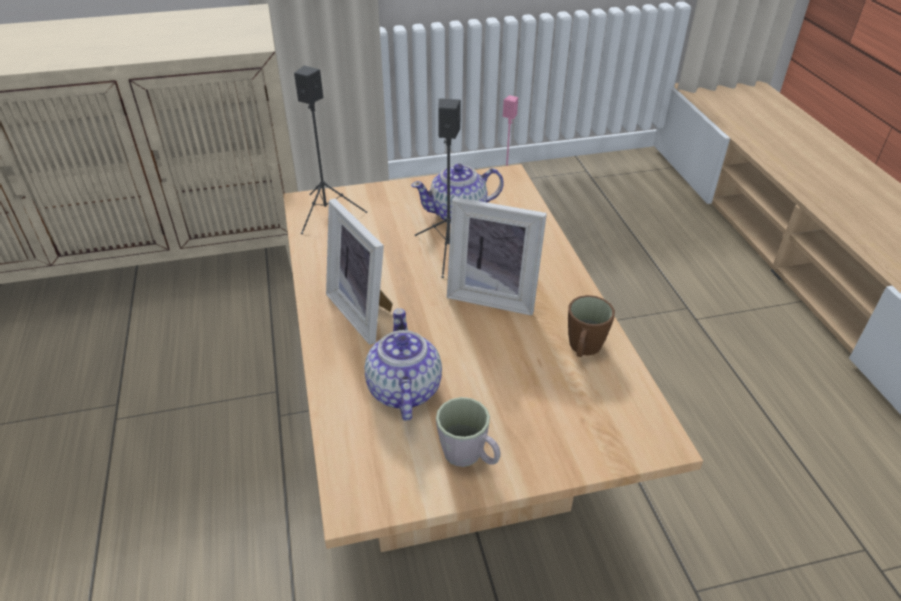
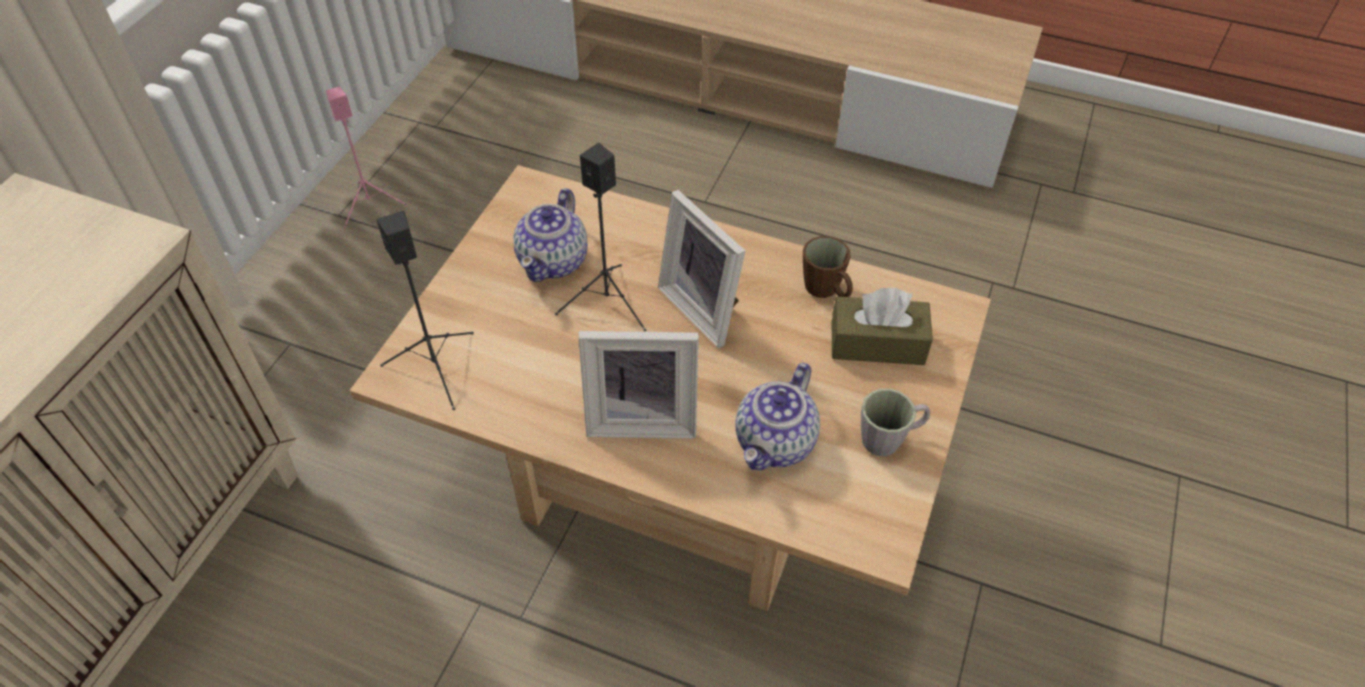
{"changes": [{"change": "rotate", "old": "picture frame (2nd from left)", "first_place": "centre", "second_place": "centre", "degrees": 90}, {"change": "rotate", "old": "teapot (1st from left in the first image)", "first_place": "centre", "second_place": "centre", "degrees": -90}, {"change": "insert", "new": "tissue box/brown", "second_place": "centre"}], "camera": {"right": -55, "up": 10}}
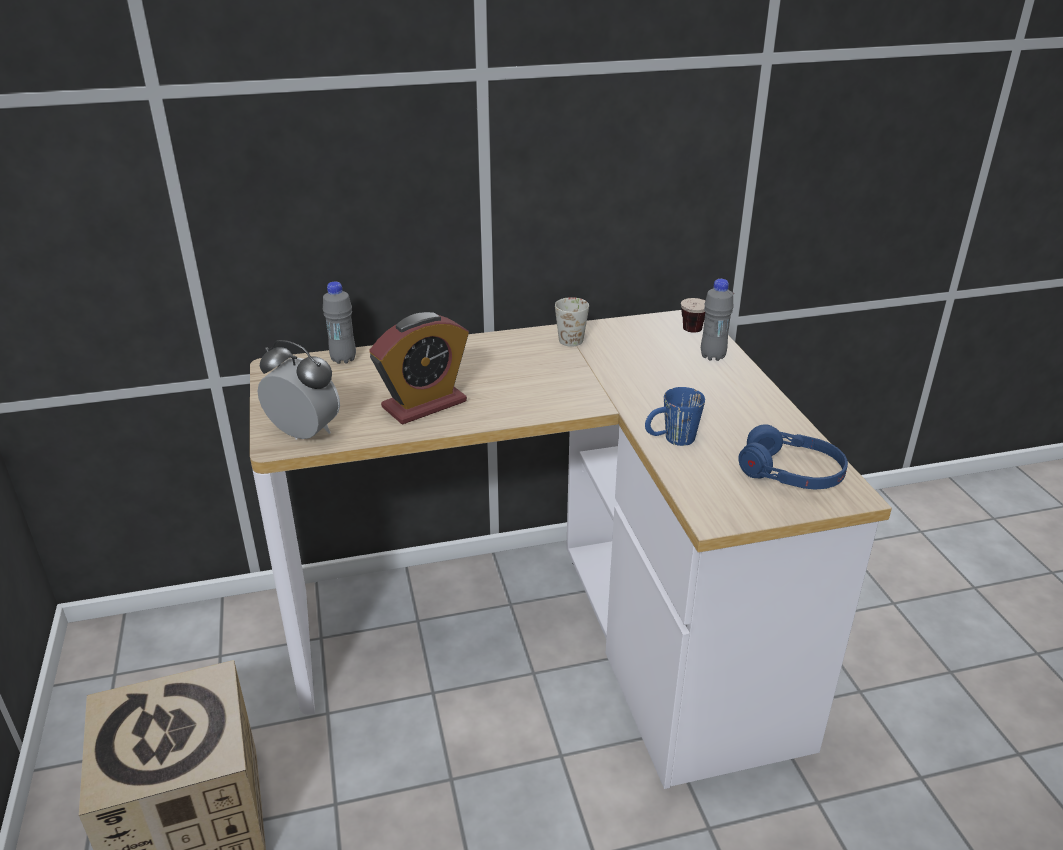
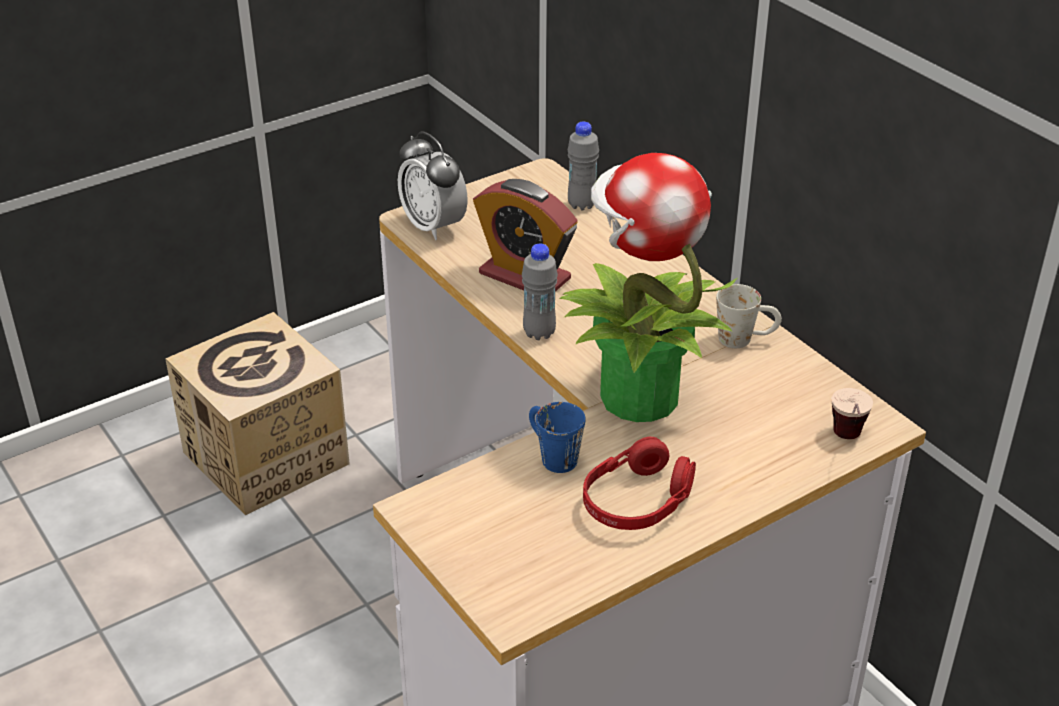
{"changes": [{"change": "rotate", "old": "alarm clock (1st from left)", "first_place": "middle left", "second_place": "top centre", "degrees": 135}, {"change": "move", "old": "bottle/grey (2nd from left in the first image)", "new": "bottle/grey (1st from left)", "first_place": "middle right", "second_place": "centre"}, {"change": "insert", "new": "potted plant", "second_place": "centre"}, {"change": "insert", "new": "headphones/red", "second_place": "bottom centre"}, {"change": "delete", "old": "headphones/blue", "first_place": "middle right"}], "camera": {"right": 70, "up": 5}}
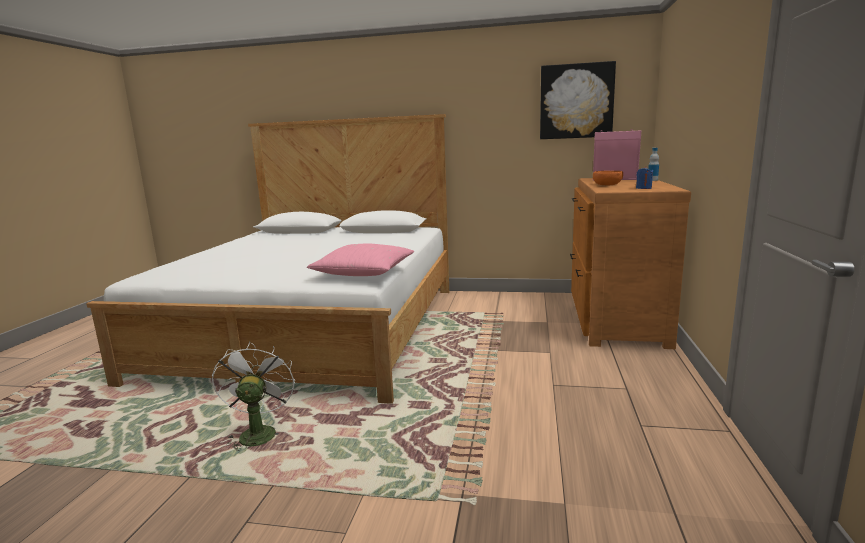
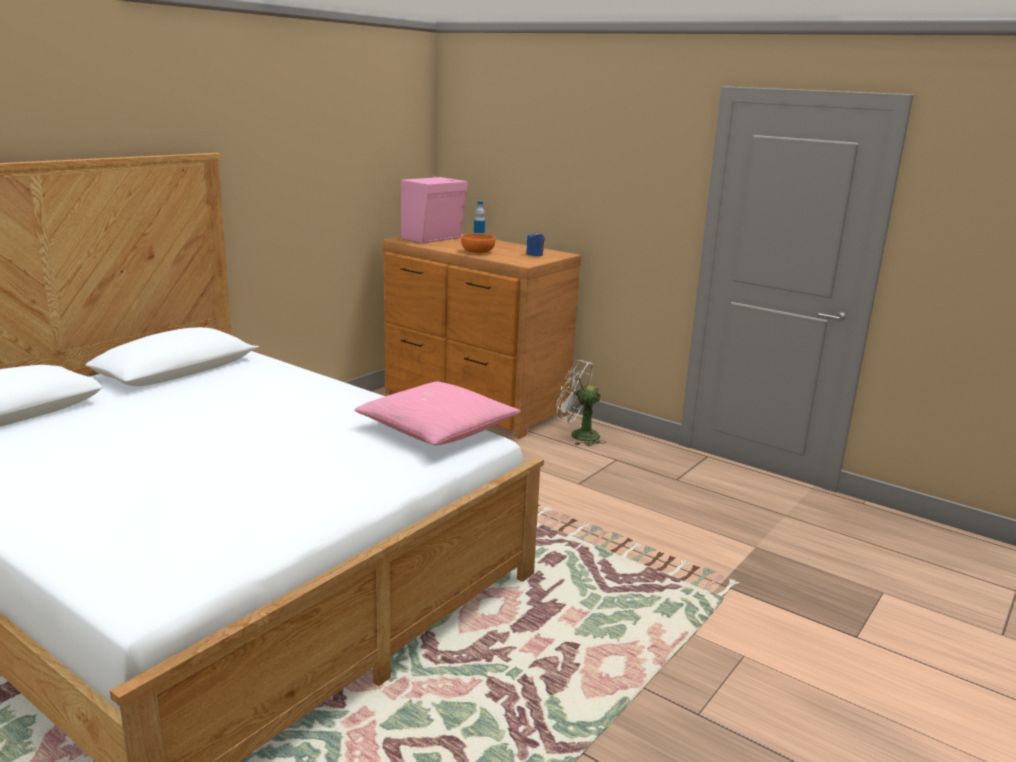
{"changes": [{"change": "move", "old": "fan/white", "first_place": "bottom left", "second_place": "centre"}, {"change": "delete", "old": "picture", "first_place": "top right"}], "camera": {"right": -65, "up": 5}}
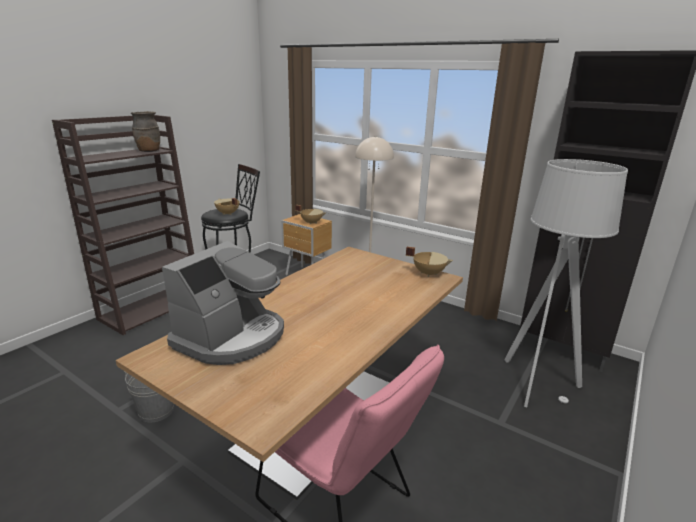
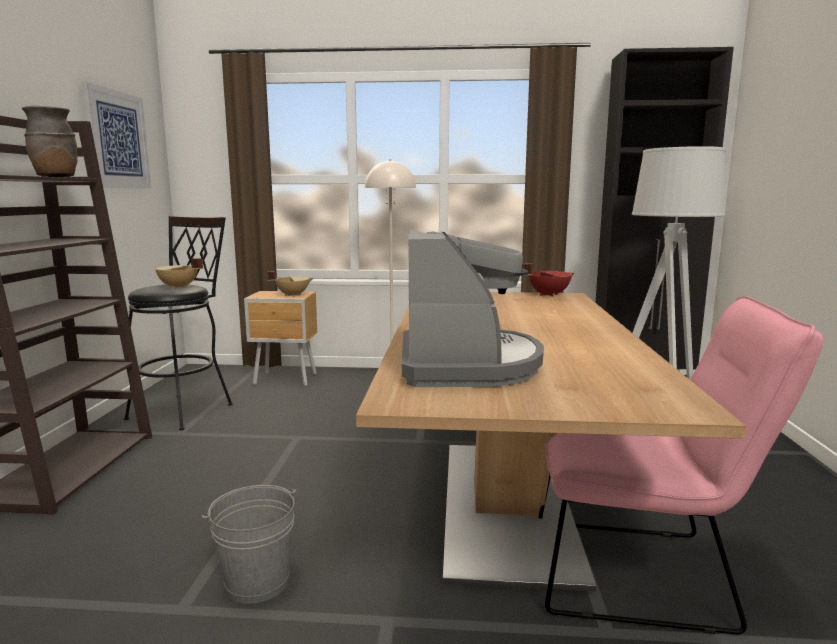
{"changes": [{"change": "insert", "new": "picture", "second_place": "top left"}, {"change": "recolor", "old": "cooking pot/beige (3rd from left)", "new": "cooking pot/red", "first_place": "centre", "second_place": "centre"}], "camera": {"right": -30, "up": -10}}
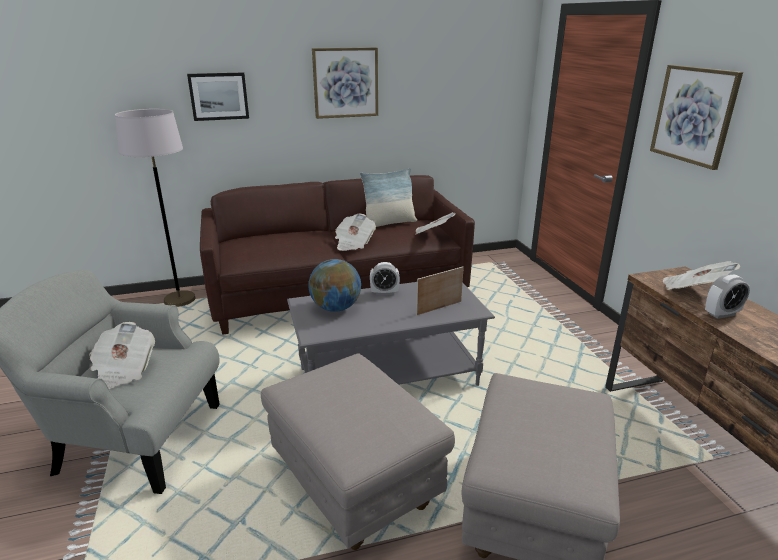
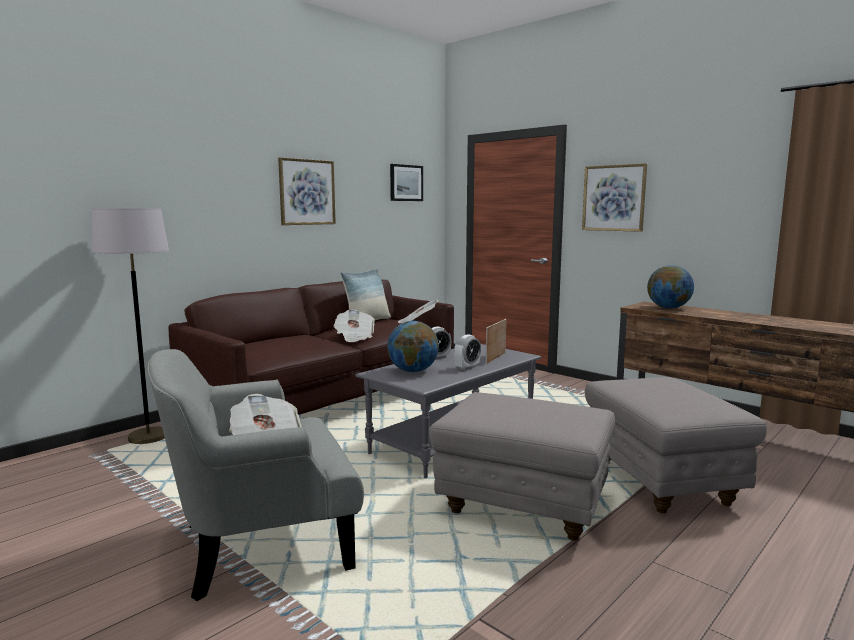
{"changes": [{"change": "move", "old": "picture (1st from left in the first image)", "new": "picture (2nd from left)", "first_place": "top left", "second_place": "top centre"}, {"change": "move", "old": "alarm clock (2nd from left)", "first_place": "middle right", "second_place": "centre"}, {"change": "replace", "old": "newspaper (4th from left)", "new": "globe (2nd from left)", "first_place": "middle right", "second_place": "middle right"}], "camera": {"right": -30, "up": -15}}
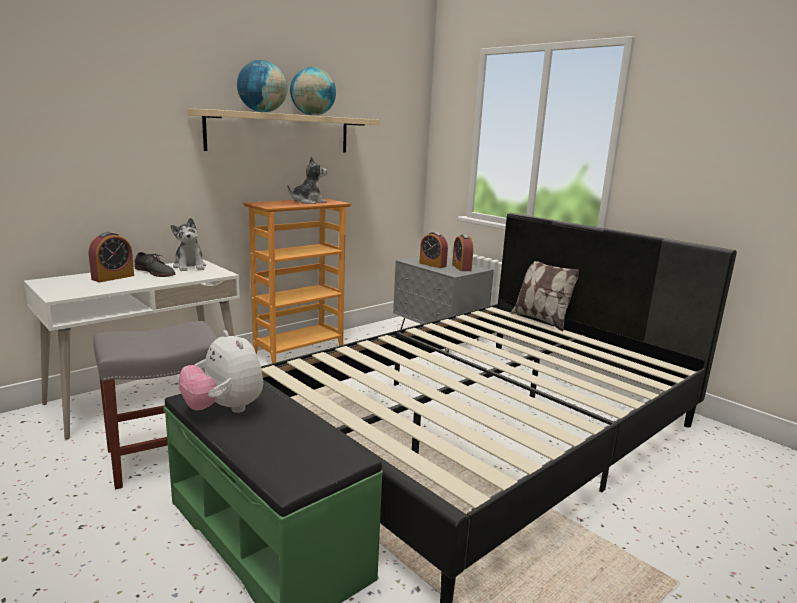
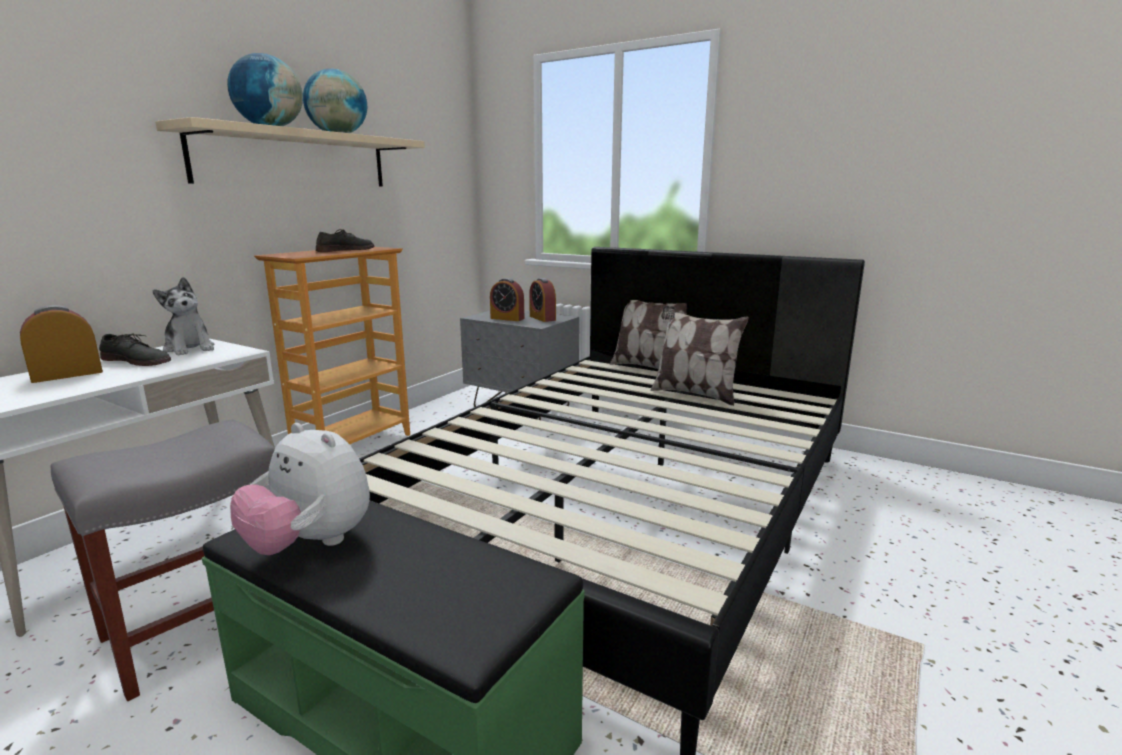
{"changes": [{"change": "rotate", "old": "alarm clock (1st from left)", "first_place": "middle left", "second_place": "middle left", "degrees": -150}, {"change": "replace", "old": "plush toy (3rd from left)", "new": "shoe/grey (2nd from left)", "first_place": "top centre", "second_place": "top left"}, {"change": "insert", "new": "pillow (2nd from left)", "second_place": "centre"}], "camera": {"right": -15, "up": 0}}
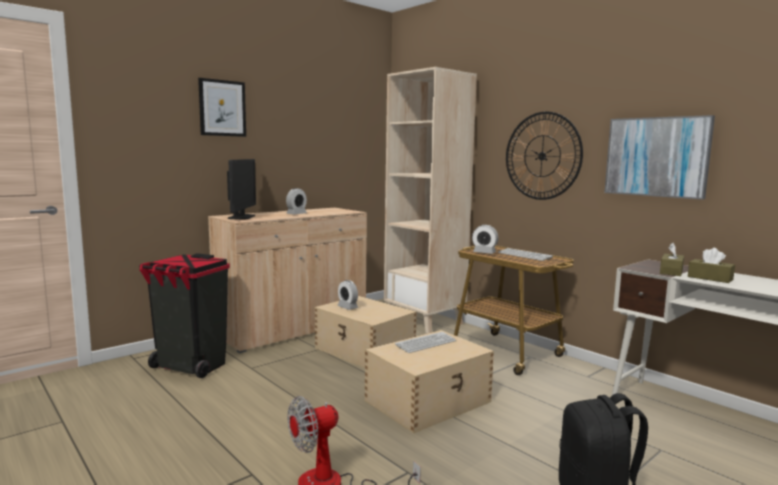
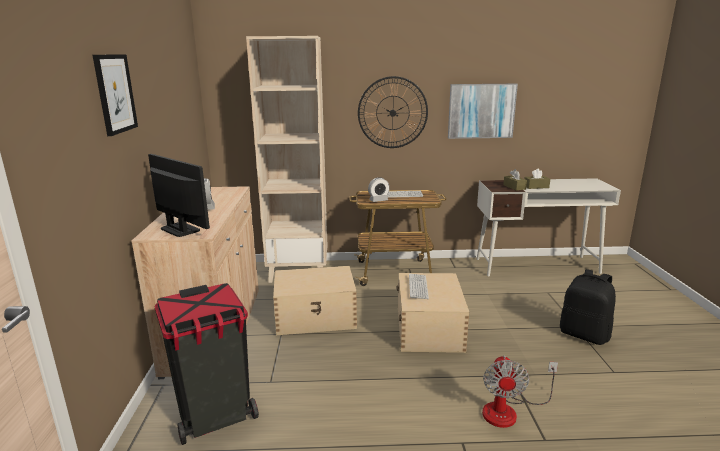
{"changes": [{"change": "delete", "old": "alarm clock (2nd from left)", "first_place": "centre"}], "camera": {"right": -50, "up": 10}}
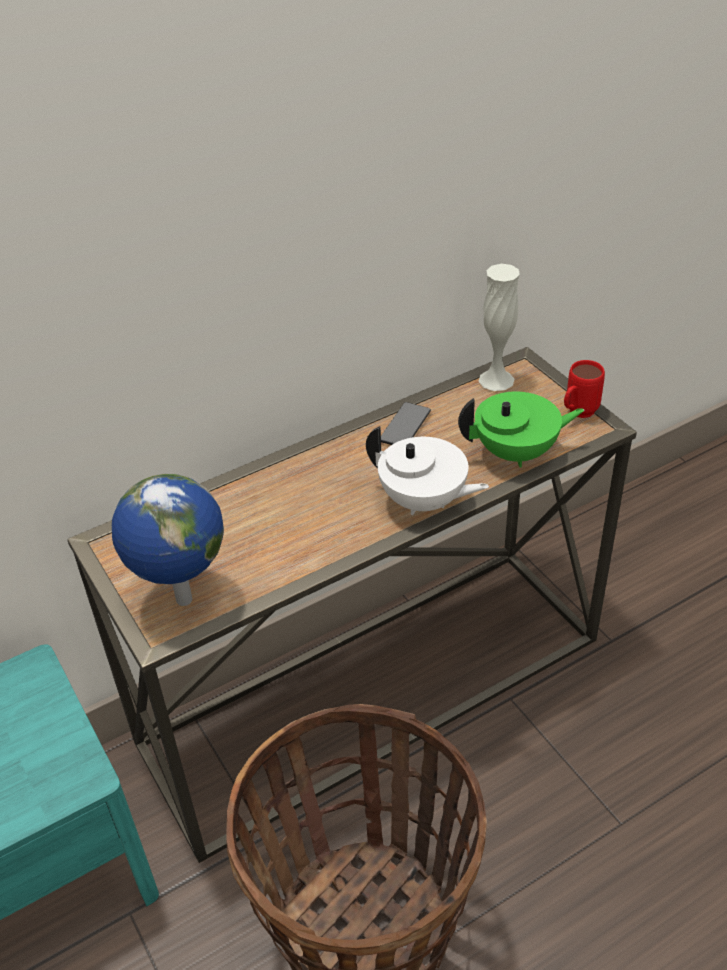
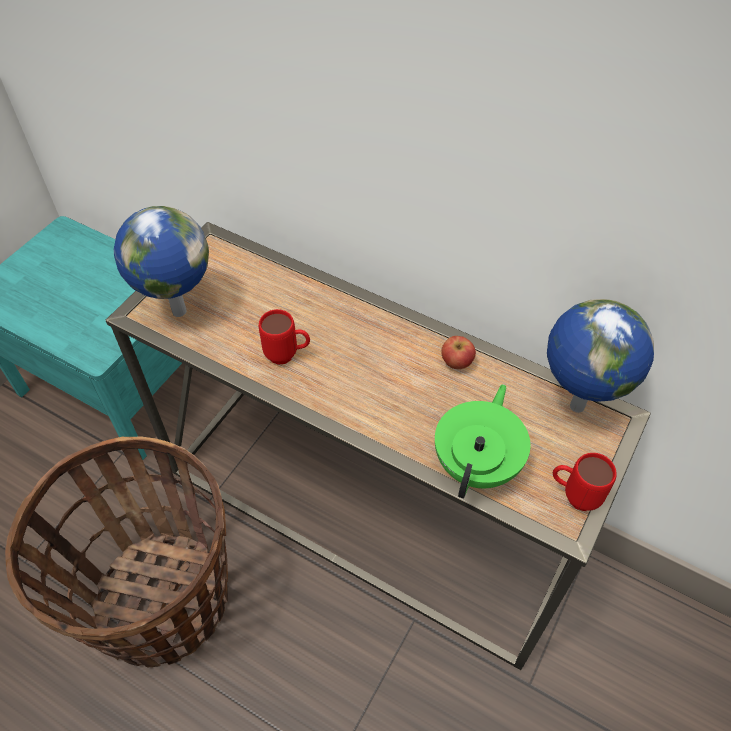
{"changes": [{"change": "insert", "new": "mug/red (1st from left)", "second_place": "centre"}, {"change": "rotate", "old": "teapot/green", "first_place": "middle right", "second_place": "centre", "degrees": -120}, {"change": "replace", "old": "phone", "new": "apple", "first_place": "centre", "second_place": "centre"}, {"change": "replace", "old": "vase/white", "new": "globe (2nd from left)", "first_place": "middle right", "second_place": "middle right"}, {"change": "delete", "old": "teapot/white", "first_place": "centre"}], "camera": {"right": 60, "up": 10}}
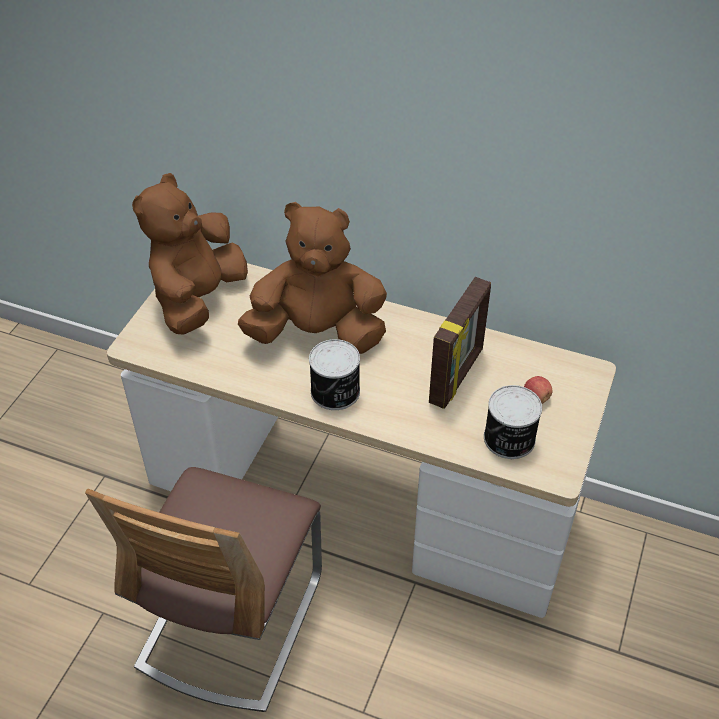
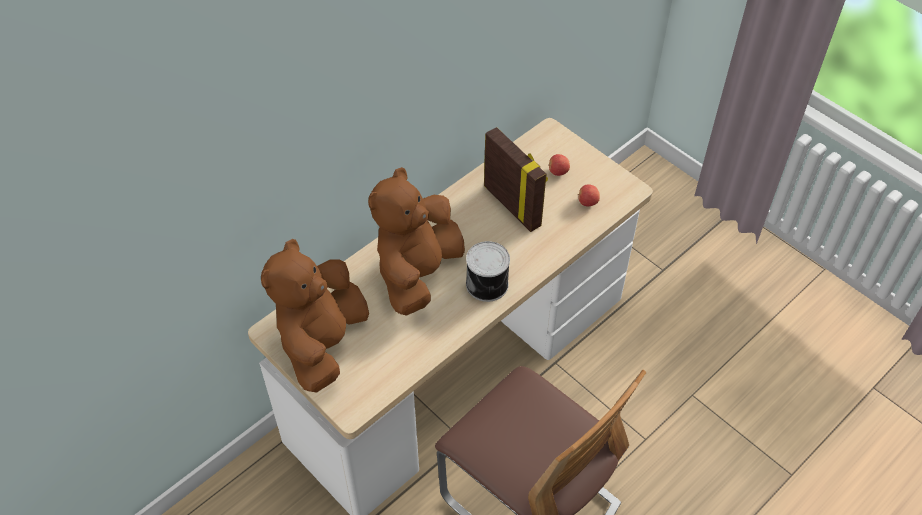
{"changes": [{"change": "rotate", "old": "plush toy/brown (1st from left)", "first_place": "middle left", "second_place": "centre", "degrees": 60}, {"change": "replace", "old": "can (2nd from left)", "new": "apple (2nd from left)", "first_place": "middle right", "second_place": "centre"}], "camera": {"right": -65, "up": 5}}
